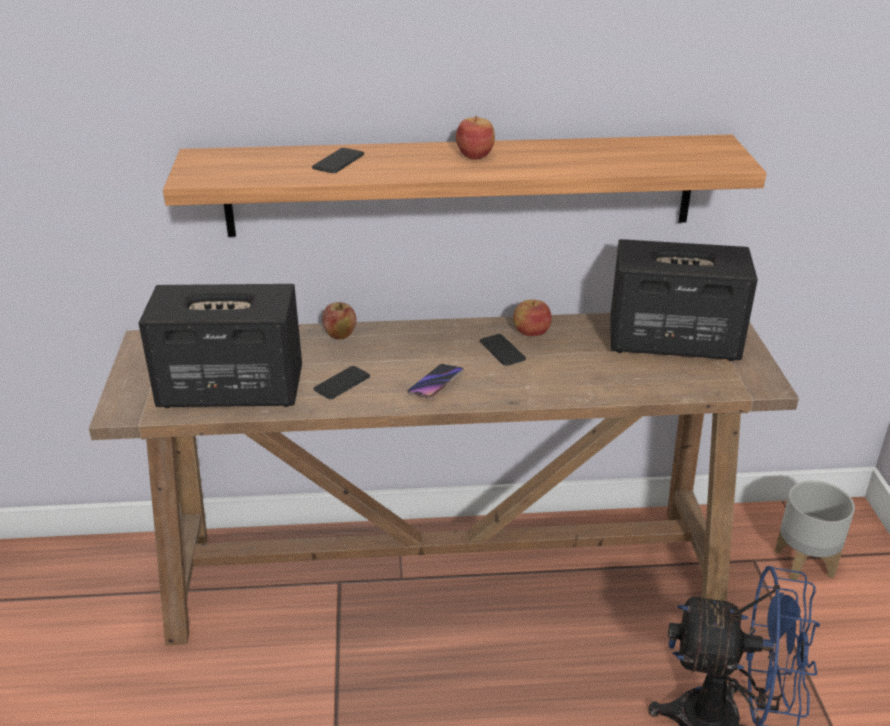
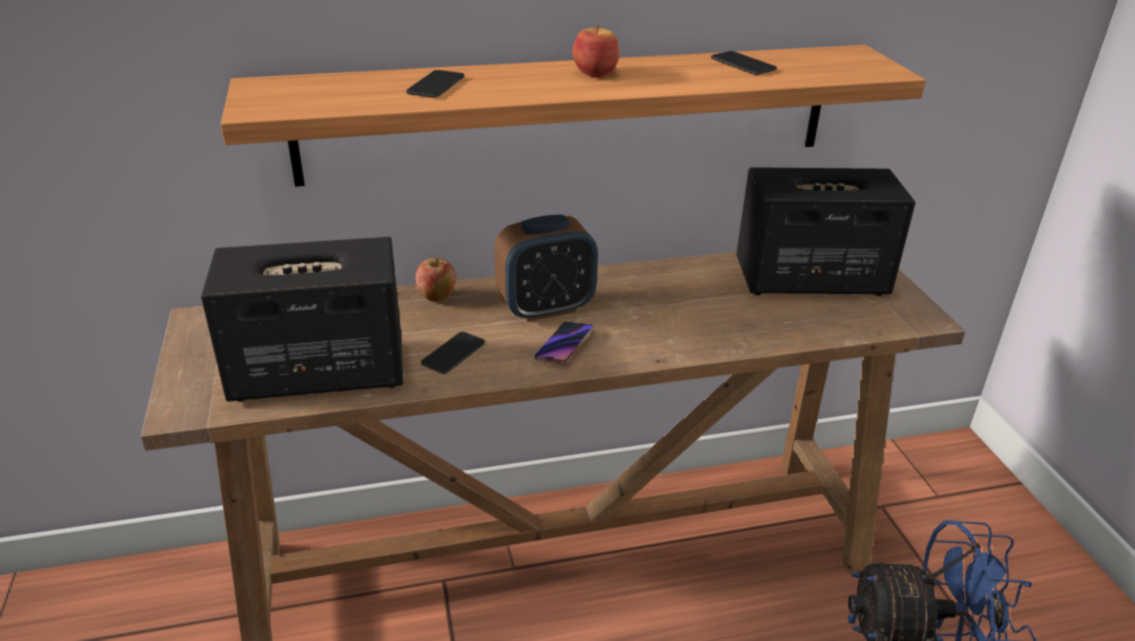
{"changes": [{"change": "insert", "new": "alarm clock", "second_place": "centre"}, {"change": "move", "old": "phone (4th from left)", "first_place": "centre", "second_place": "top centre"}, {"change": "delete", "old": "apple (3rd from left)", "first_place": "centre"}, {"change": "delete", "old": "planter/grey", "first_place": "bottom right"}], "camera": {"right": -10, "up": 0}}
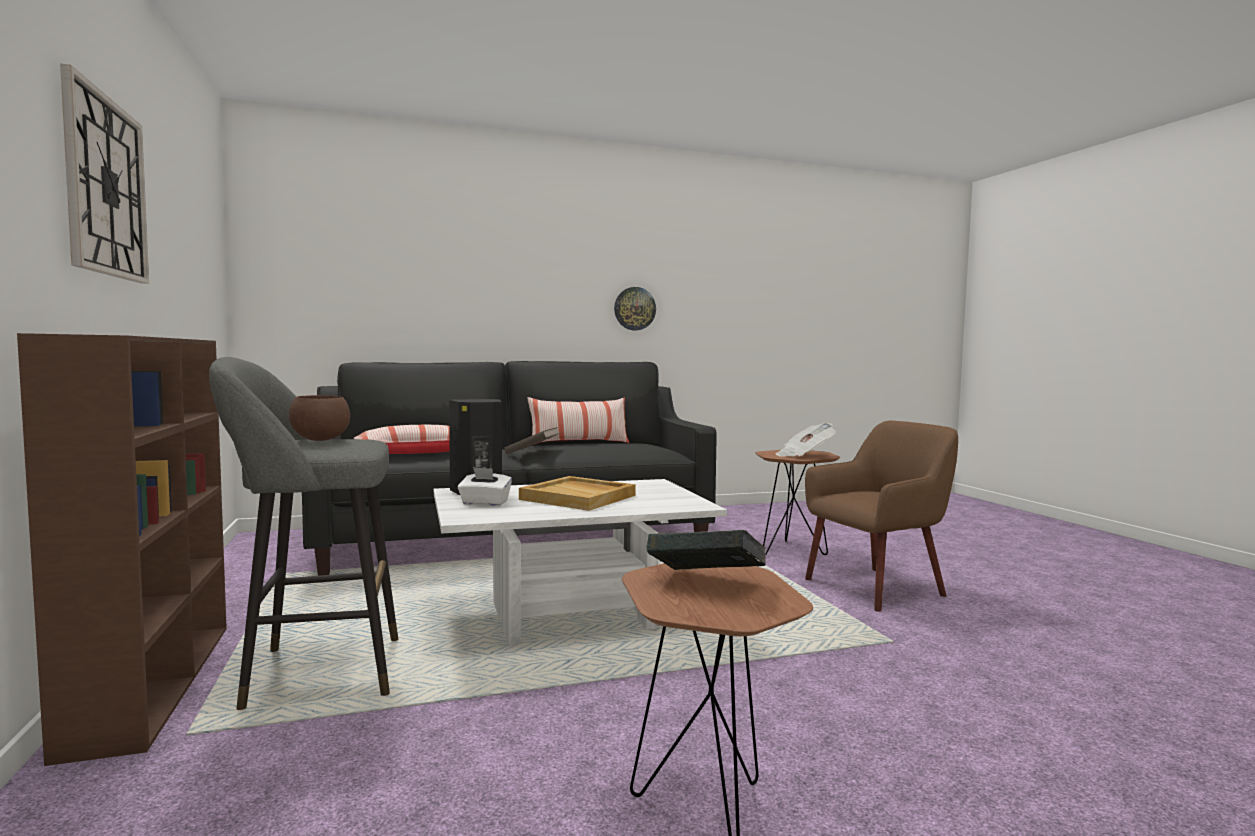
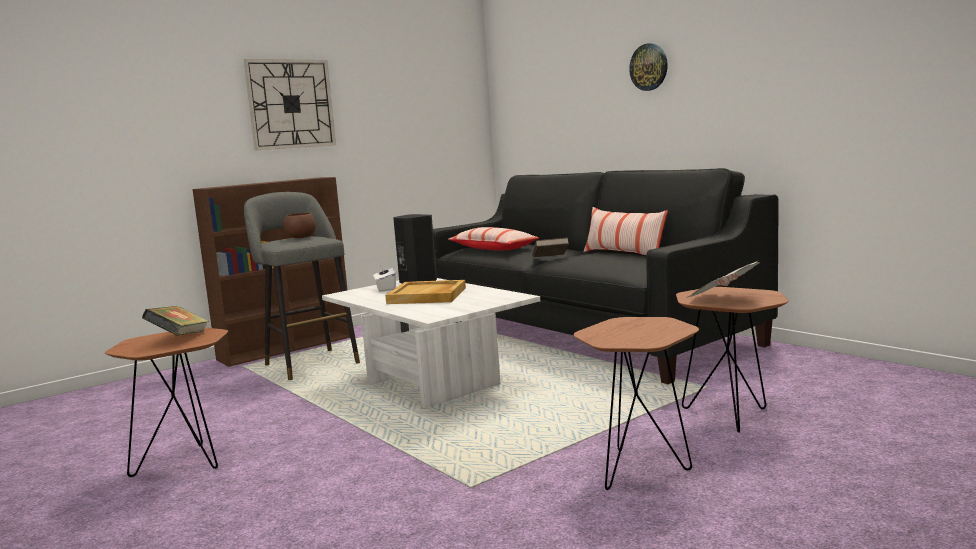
{"changes": [{"change": "replace", "old": "armchair/brown", "new": "side table/brown (2nd from left)", "first_place": "middle right", "second_place": "bottom centre"}, {"change": "move", "old": "wall clock (2nd from left)", "first_place": "centre", "second_place": "top centre"}], "camera": {"right": 70, "up": 5}}
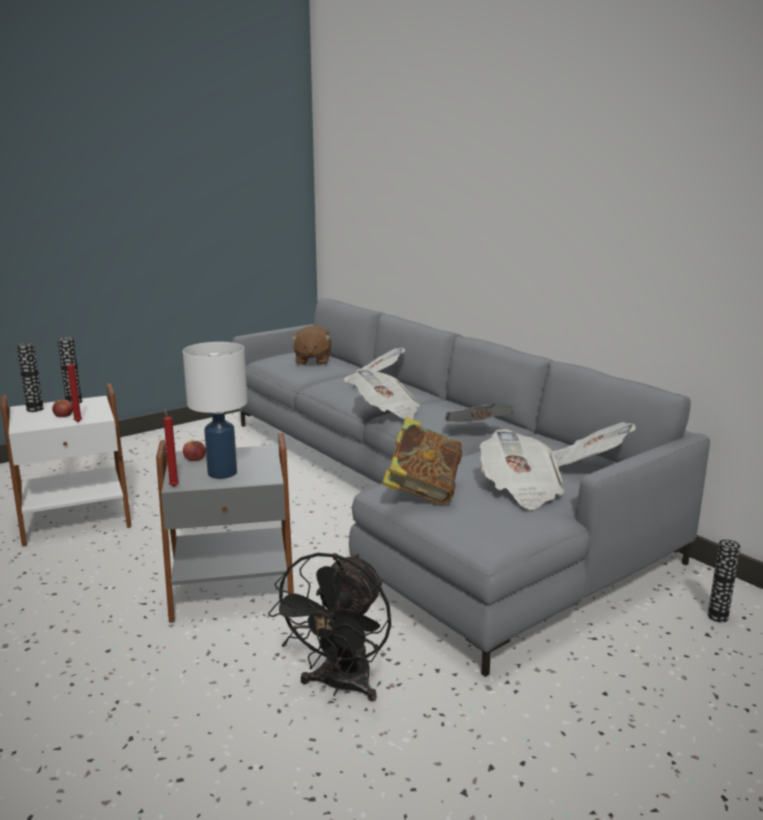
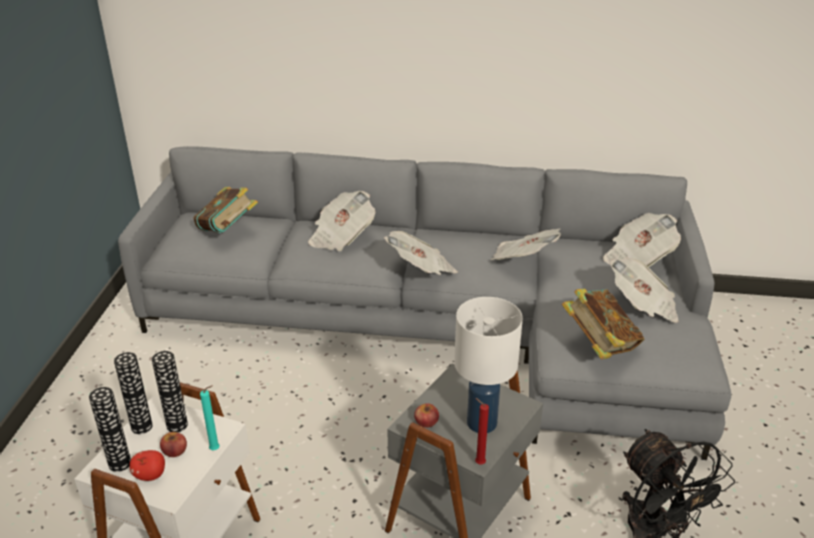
{"changes": [{"change": "insert", "new": "apple (1st from left)", "second_place": "bottom left"}, {"change": "move", "old": "vase (3rd from left)", "first_place": "bottom right", "second_place": "bottom left"}, {"change": "replace", "old": "plush toy/brown", "new": "book (1st from left)", "first_place": "centre", "second_place": "middle left"}, {"change": "recolor", "old": "candle/red (1st from left)", "new": "candle/turquoise", "first_place": "middle left", "second_place": "bottom left"}], "camera": {"right": -45, "up": 15}}
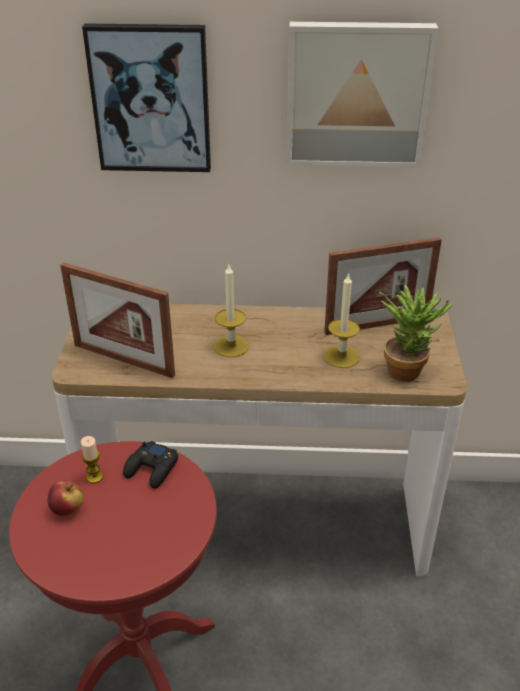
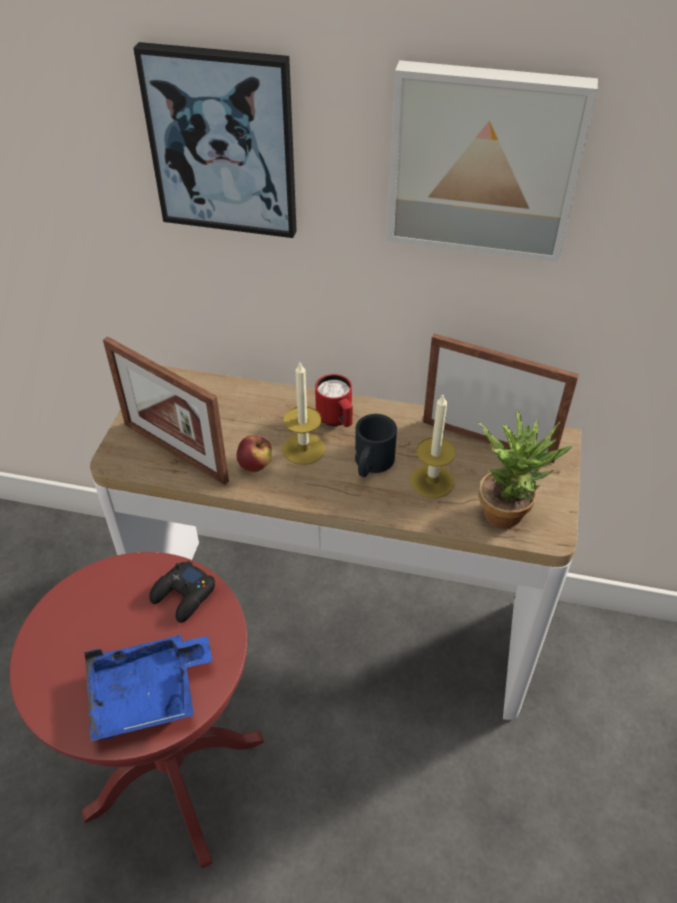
{"changes": [{"change": "insert", "new": "tray/blue", "second_place": "bottom left"}, {"change": "move", "old": "apple", "first_place": "bottom left", "second_place": "centre"}, {"change": "insert", "new": "mug/red", "second_place": "centre"}, {"change": "insert", "new": "mug/black", "second_place": "centre"}, {"change": "rotate", "old": "picture frame (2nd from left)", "first_place": "middle right", "second_place": "middle right", "degrees": -150}, {"change": "delete", "old": "candle (1st from left)", "first_place": "middle left"}], "camera": {"right": 10, "up": 10}}
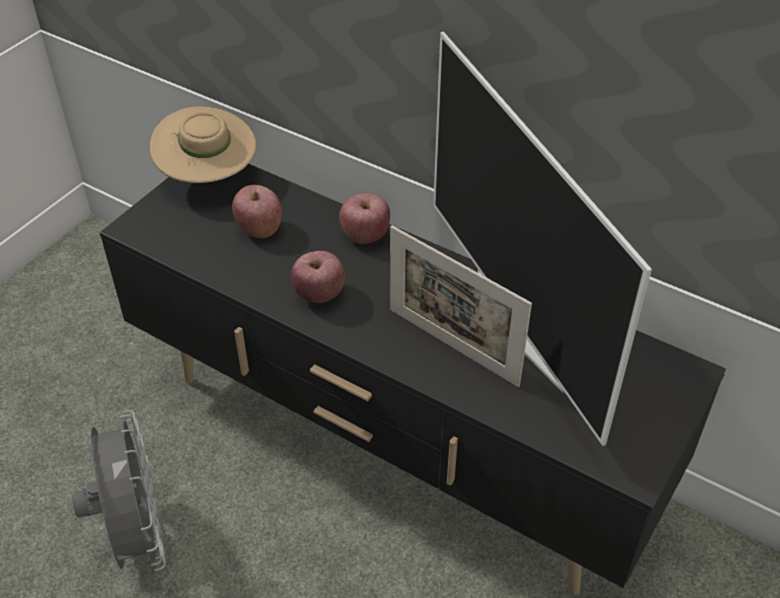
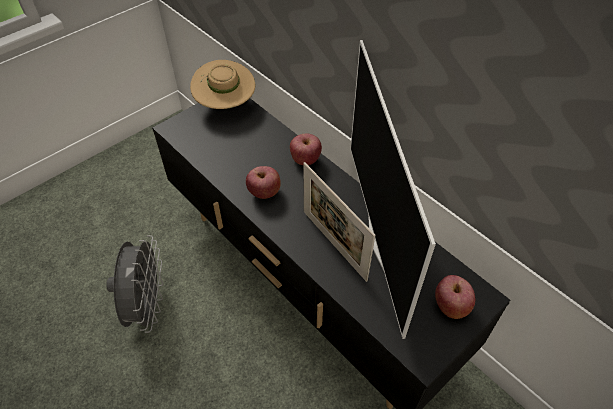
{"changes": [{"change": "move", "old": "apple (1st from left in the first image)", "new": "apple (3rd from left)", "first_place": "middle left", "second_place": "bottom right"}], "camera": {"right": 15, "up": 5}}
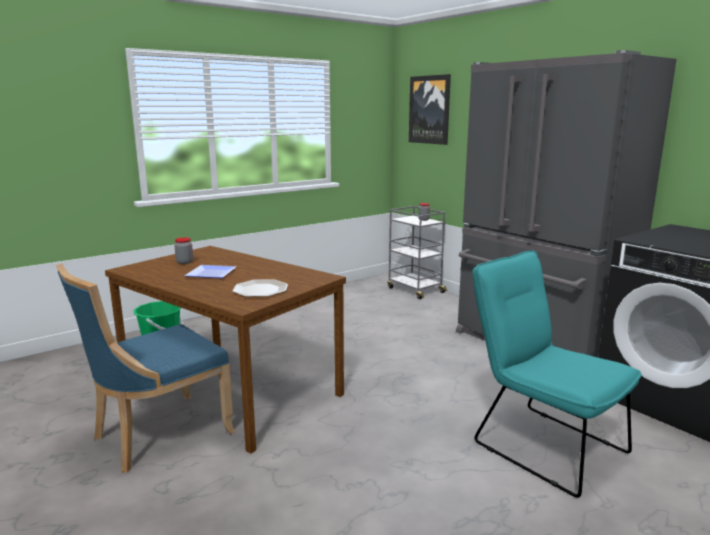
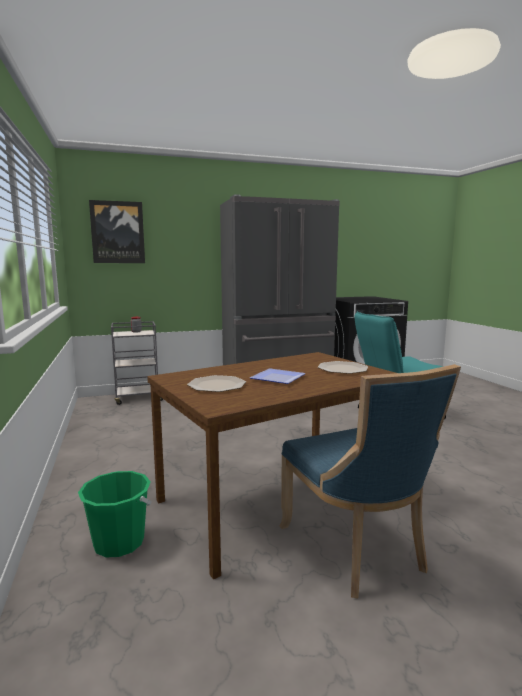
{"changes": [{"change": "replace", "old": "jar (1st from left)", "new": "plate (1st from left)", "first_place": "middle left", "second_place": "centre"}], "camera": {"right": -70, "up": -5}}
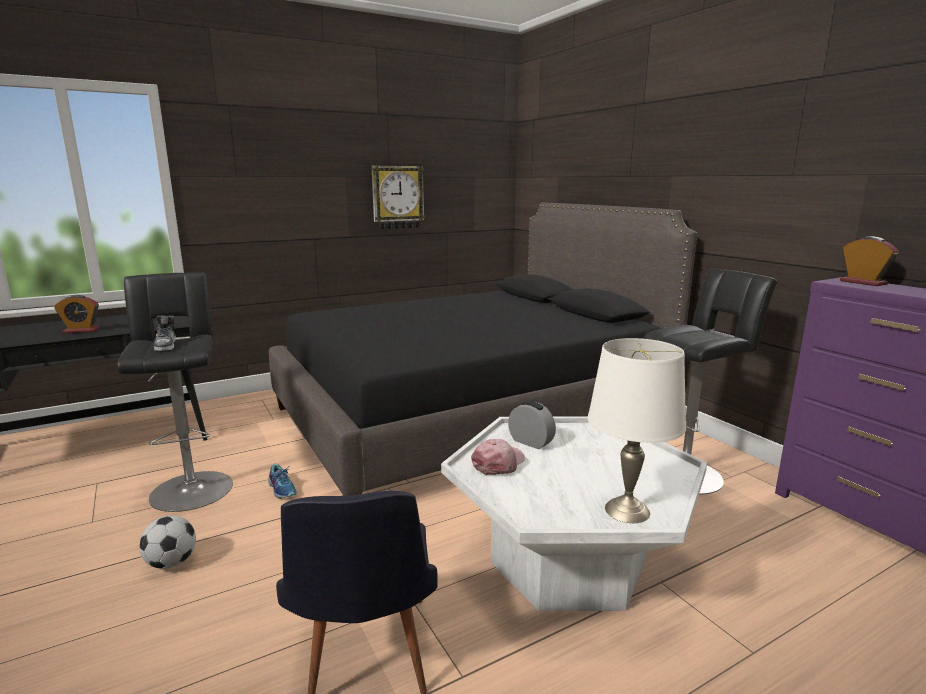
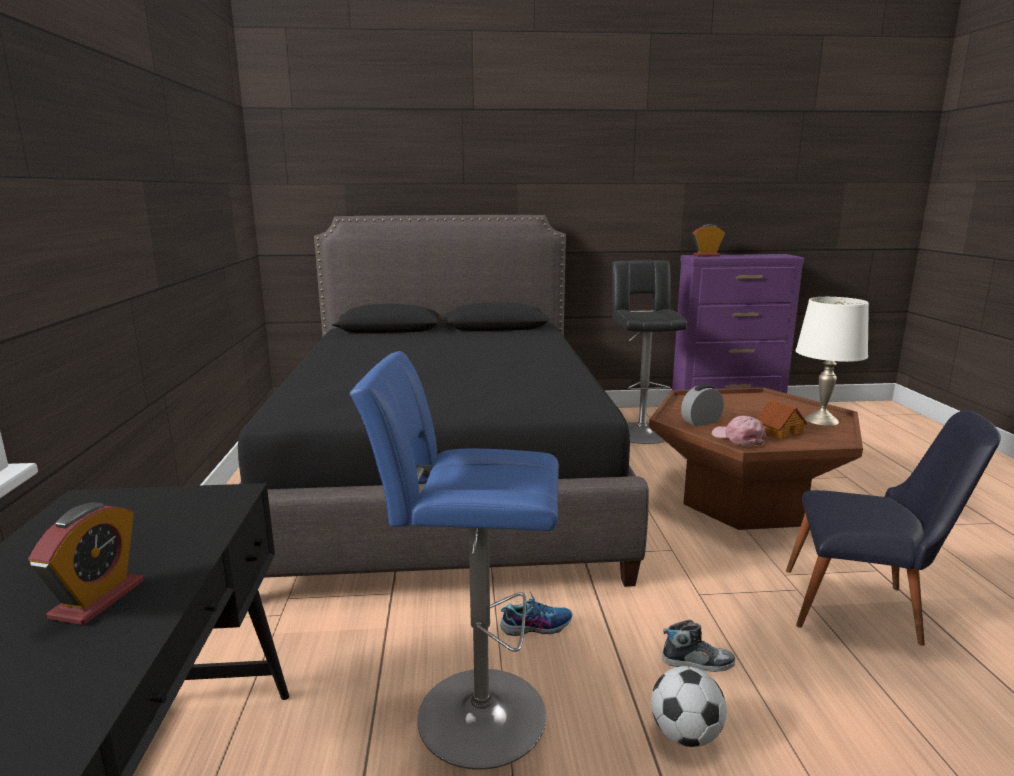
{"changes": [{"change": "recolor", "old": "stool/black (1st from left)", "new": "stool/blue", "first_place": "middle left", "second_place": "bottom centre"}, {"change": "recolor", "old": "coffee table/white", "new": "coffee table/brown", "first_place": "bottom centre", "second_place": "middle right"}, {"change": "move", "old": "shoe (1st from left in the first image)", "new": "shoe (2nd from left)", "first_place": "middle left", "second_place": "bottom right"}, {"change": "insert", "new": "toy house", "second_place": "middle right"}, {"change": "delete", "old": "wall clock", "first_place": "top centre"}], "camera": {"right": -65, "up": 0}}
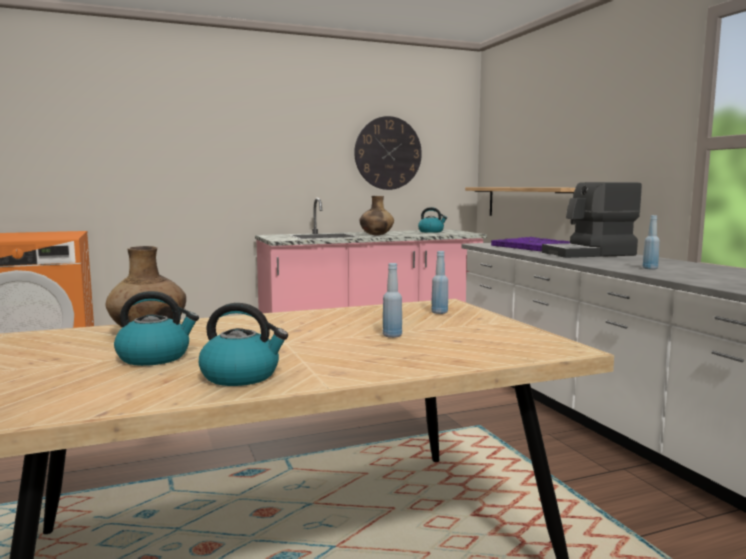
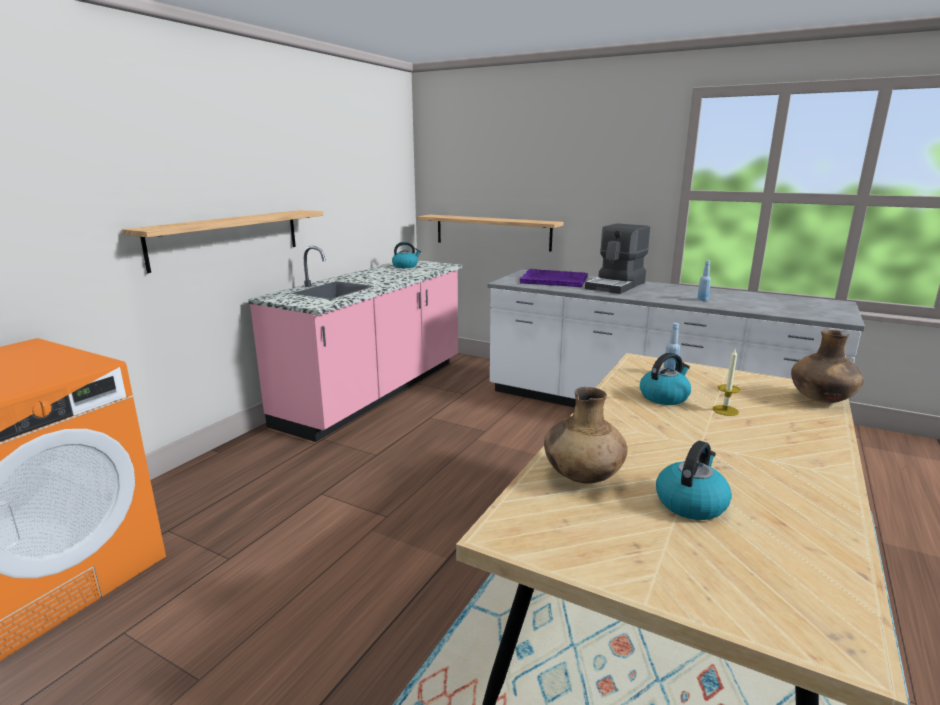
{"changes": [{"change": "insert", "new": "shelf (1st from left)", "second_place": "middle left"}, {"change": "move", "old": "kettle (2nd from left)", "first_place": "middle left", "second_place": "middle right"}, {"change": "replace", "old": "bottle/blue (1st from left)", "new": "candle", "first_place": "centre", "second_place": "middle right"}, {"change": "move", "old": "vase/brown (2nd from left)", "first_place": "centre", "second_place": "middle right"}, {"change": "delete", "old": "wall clock", "first_place": "top centre"}], "camera": {"right": -40, "up": 10}}
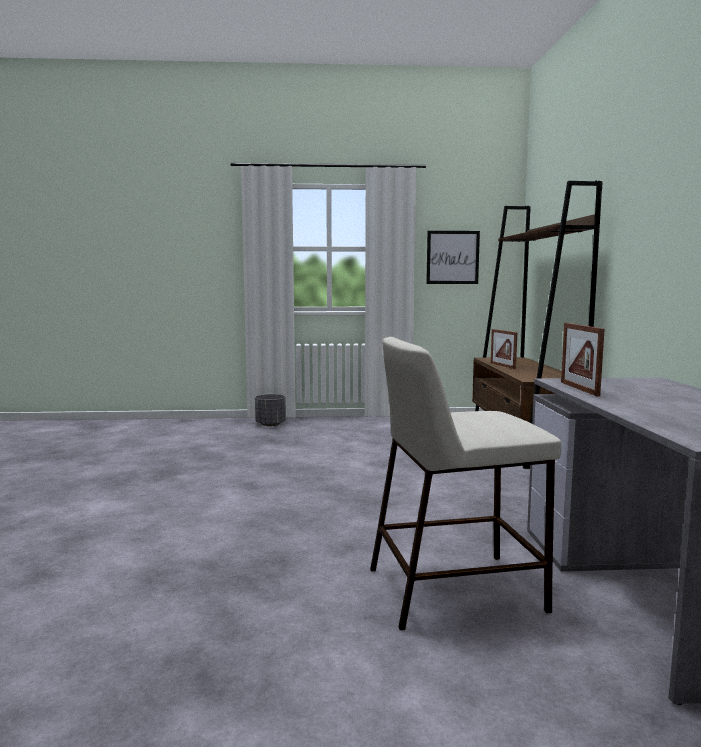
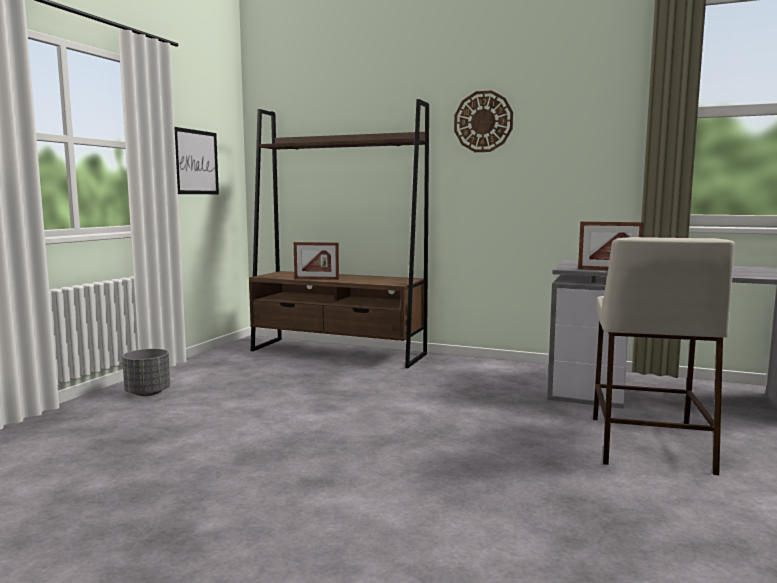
{"changes": [{"change": "move", "old": "planter/grey", "first_place": "centre", "second_place": "middle left"}, {"change": "insert", "new": "wall clock", "second_place": "top centre"}], "camera": {"right": -65, "up": 0}}
